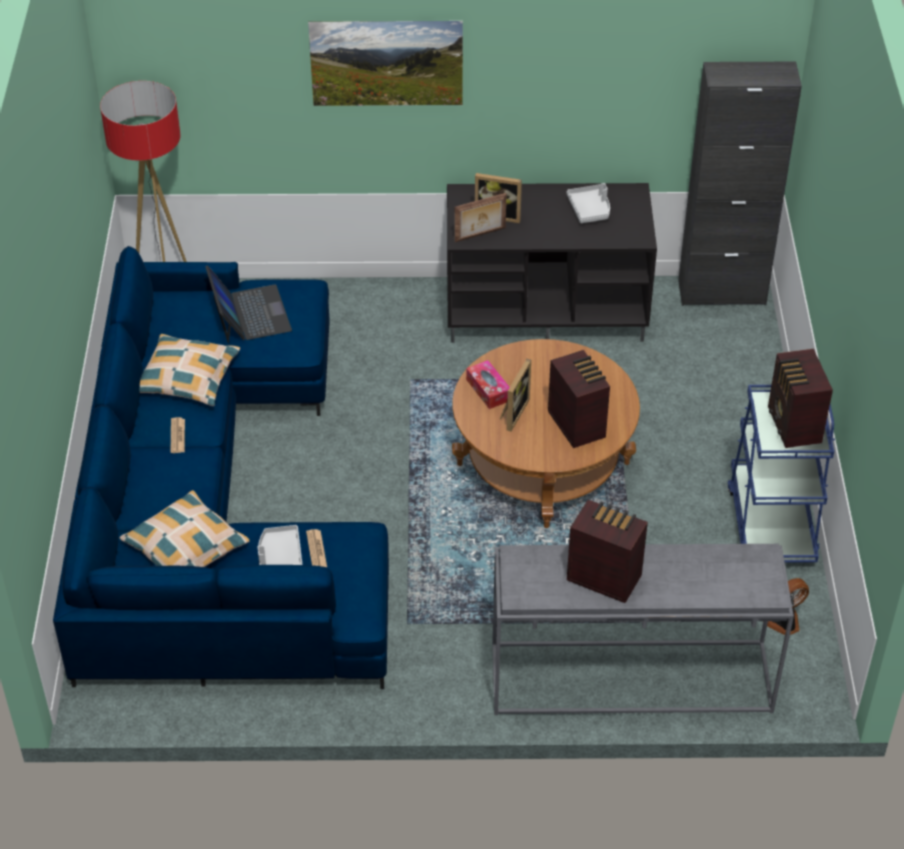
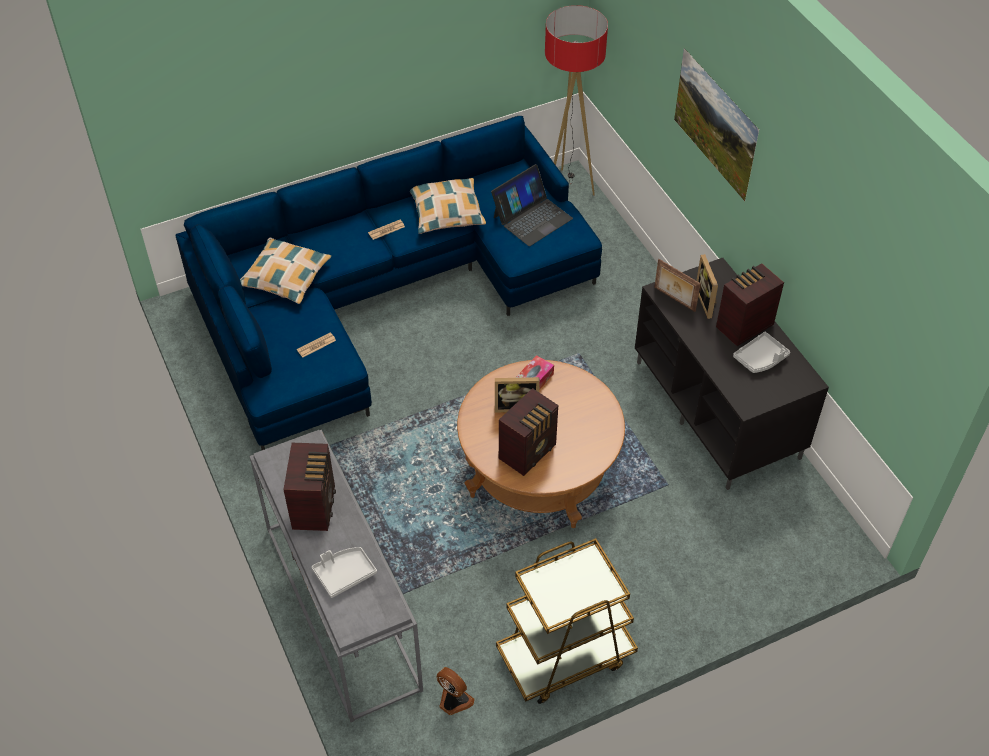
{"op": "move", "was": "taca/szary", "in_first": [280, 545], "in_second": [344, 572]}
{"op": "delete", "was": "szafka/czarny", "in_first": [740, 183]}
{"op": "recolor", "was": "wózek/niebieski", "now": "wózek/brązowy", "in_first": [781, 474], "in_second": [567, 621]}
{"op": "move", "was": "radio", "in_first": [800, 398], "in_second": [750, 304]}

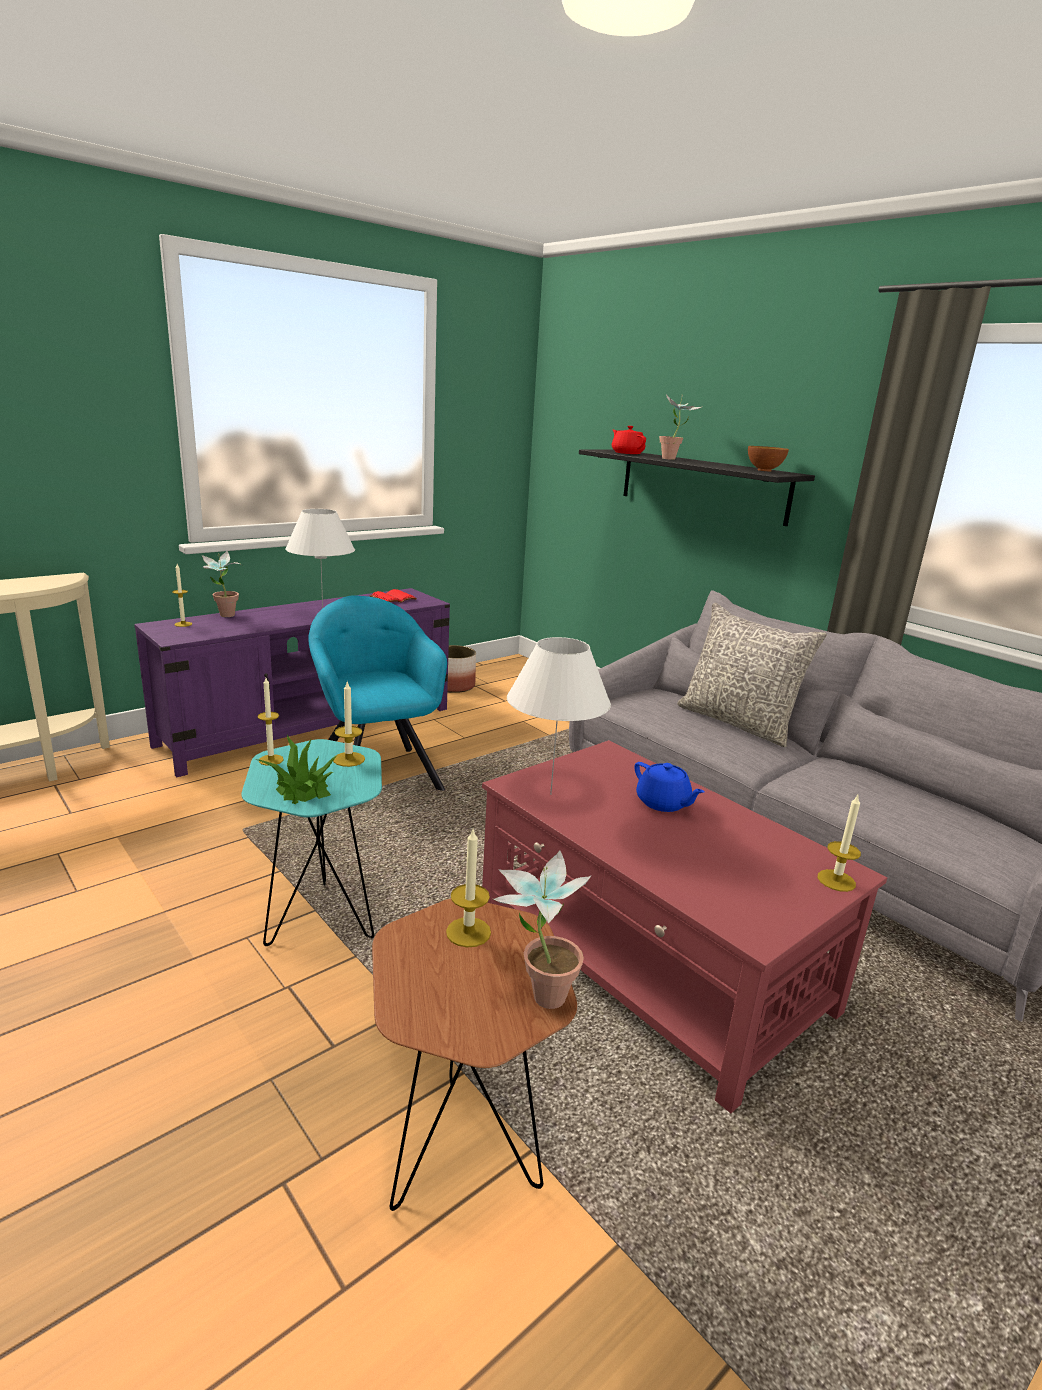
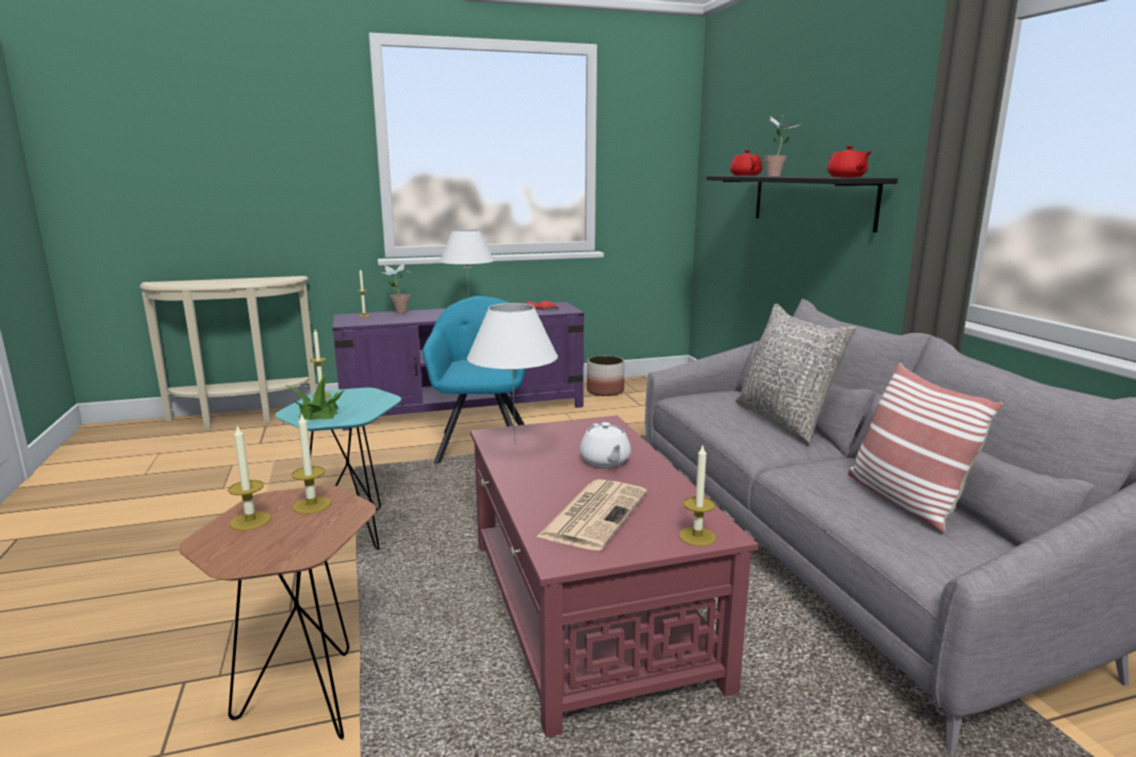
{"op": "move", "was": "świeca", "in_first": [349, 724], "in_second": [249, 477]}
{"op": "delete", "was": "roślina doniczkowa", "in_first": [542, 929]}
{"op": "recolor", "was": "imbryk/niebieski", "now": "imbryk/biały", "in_first": [669, 787], "in_second": [605, 444]}
{"op": "replace", "was": "miska", "now": "imbryk/czerwony", "in_first": [768, 458], "in_second": [849, 161]}
{"op": "insert", "now": "gazeta", "in_second": [591, 515]}
{"op": "insert", "now": "poduszka", "in_second": [925, 448]}

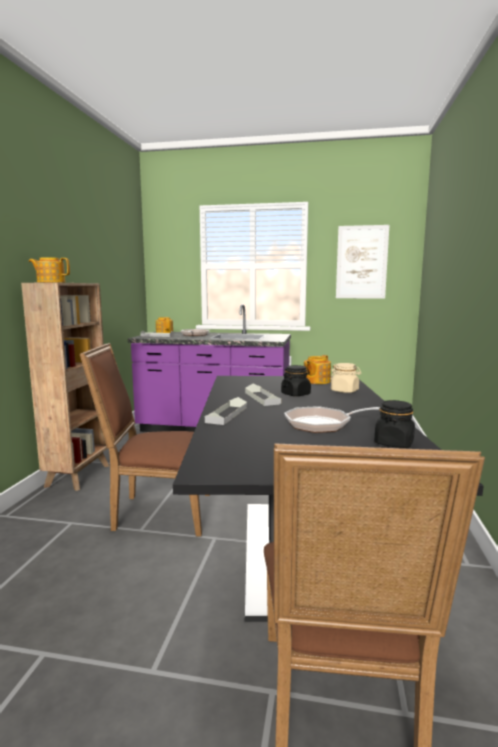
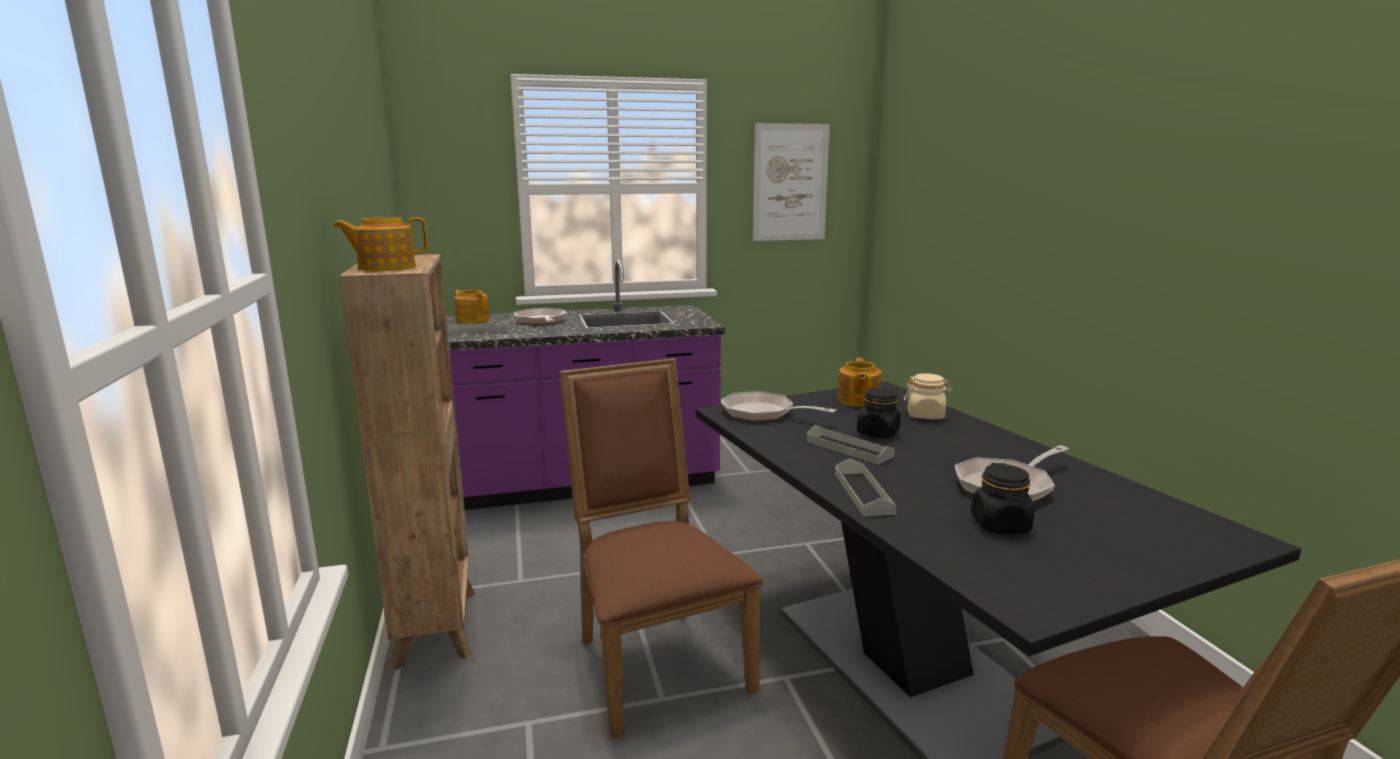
{"op": "rotate", "was": "krzesło/brązowy", "in_first": [145, 439], "in_second": [661, 548], "clockwise": 90}
{"op": "move", "was": "słoik/czarny", "in_first": [394, 424], "in_second": [1002, 498]}
{"op": "insert", "now": "patelnia", "in_second": [778, 406]}

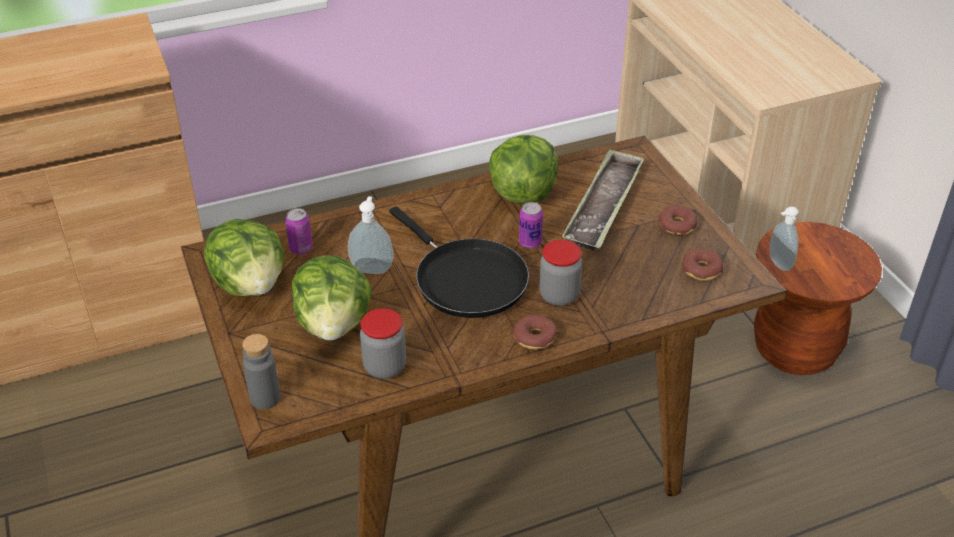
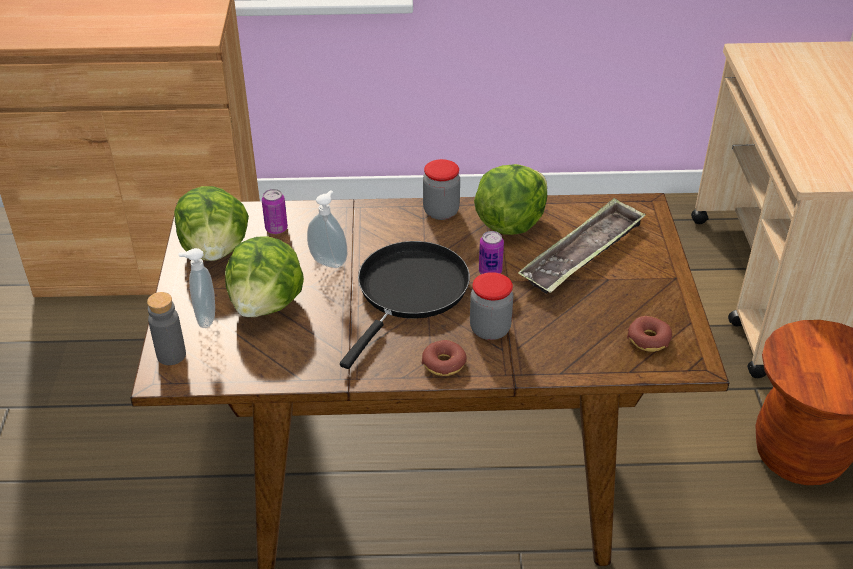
{"op": "move", "was": "słoik", "in_first": [383, 343], "in_second": [441, 189]}
{"op": "rotate", "was": "patelnia/czarny", "in_first": [459, 262], "in_second": [405, 305], "clockwise": -135}
{"op": "delete", "was": "donut", "in_first": [678, 221]}
{"op": "move", "was": "dozownik mydła", "in_first": [784, 239], "in_second": [196, 288]}

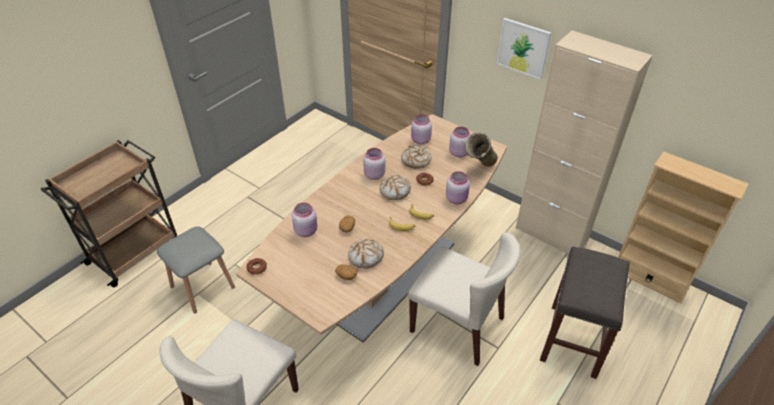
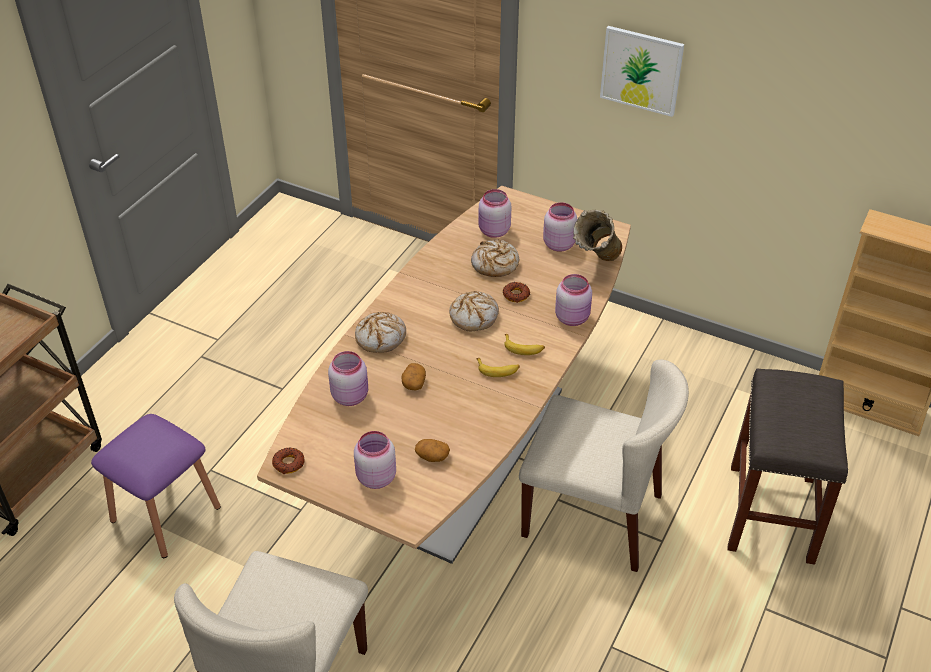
{"op": "recolor", "was": "stołek/szary", "now": "stołek/fioletowy", "in_first": [196, 270], "in_second": [156, 486]}
{"op": "move", "was": "chleb", "in_first": [366, 253], "in_second": [380, 332]}
{"op": "move", "was": "słoik/różowy", "in_first": [374, 164], "in_second": [375, 460]}
{"op": "delete", "was": "szafka/beżowy", "in_first": [584, 142]}

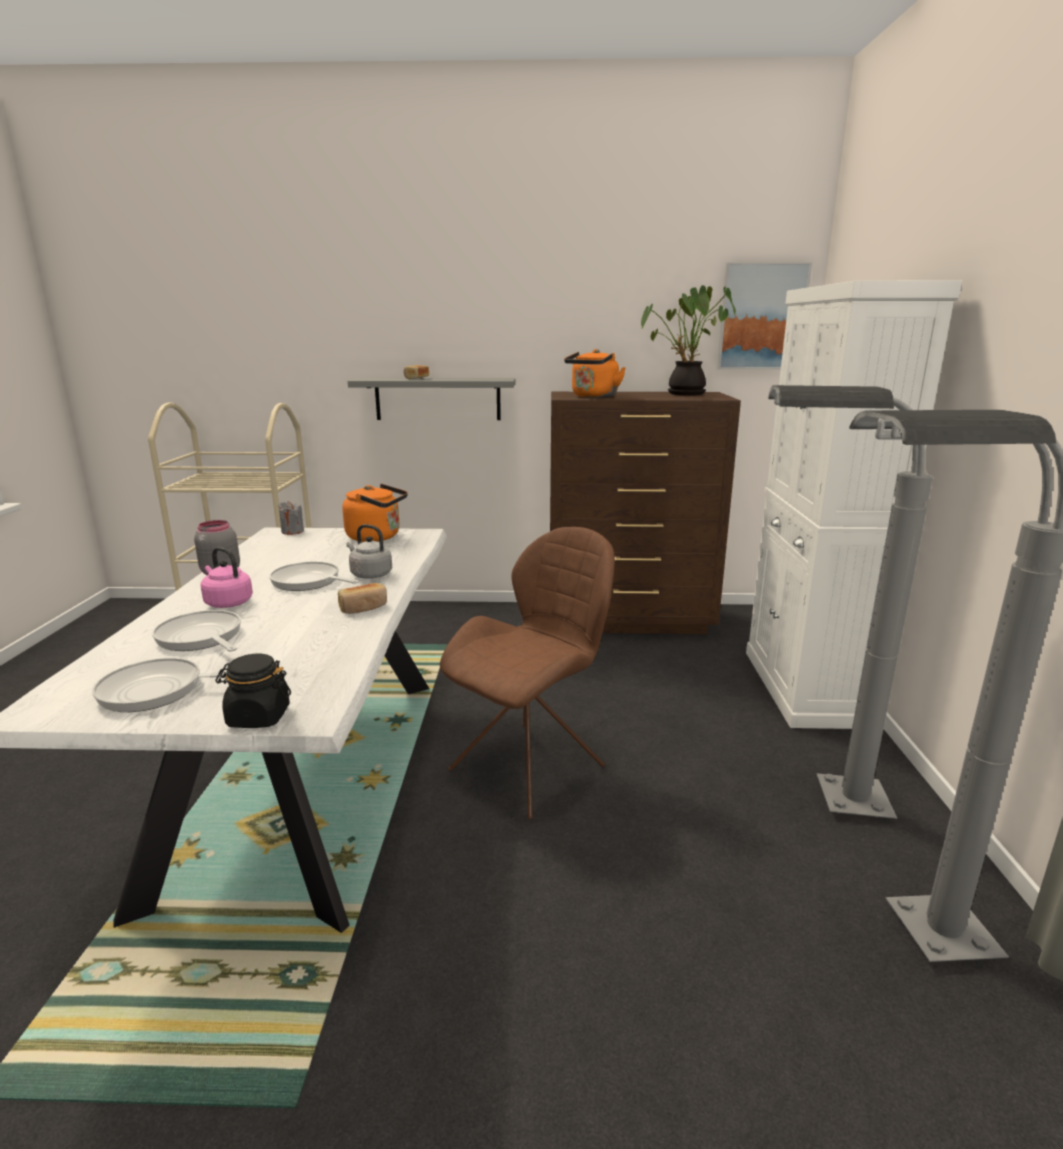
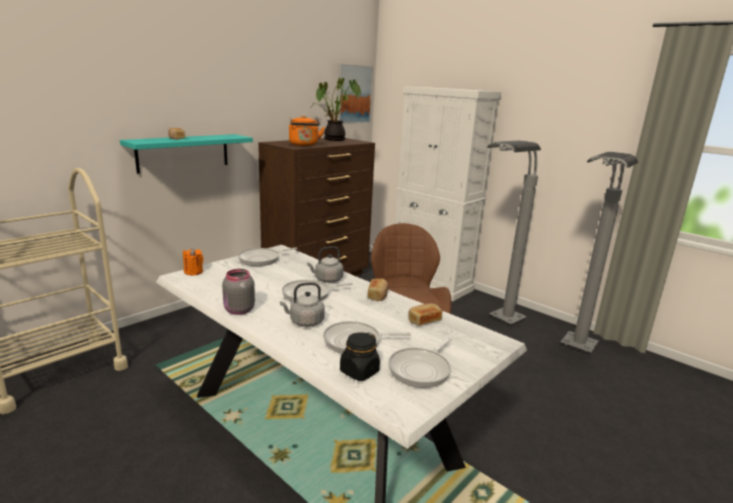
{"op": "recolor", "was": "czajnik/różowy", "now": "czajnik/szary", "in_first": [226, 577], "in_second": [302, 304]}
{"op": "move", "was": "słoik/czarny", "in_first": [253, 691], "in_second": [360, 356]}
{"op": "recolor", "was": "świeca/szary", "now": "świeca/pomarańczowy", "in_first": [291, 518], "in_second": [193, 261]}
{"op": "replace", "was": "czajnik/pomarańczowy", "now": "patelnia", "in_first": [375, 513], "in_second": [268, 256]}
{"op": "recolor", "was": "półka/szary", "now": "półka/turkusowy", "in_first": [432, 399], "in_second": [186, 154]}
{"op": "insert", "now": "chleb", "in_second": [425, 314]}

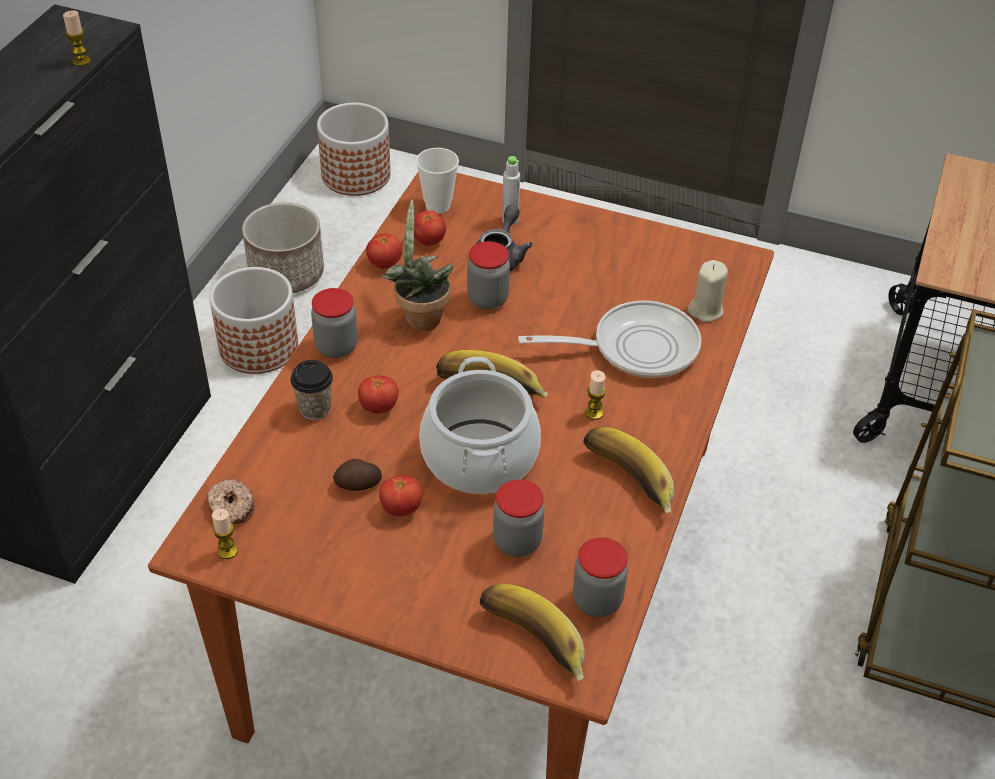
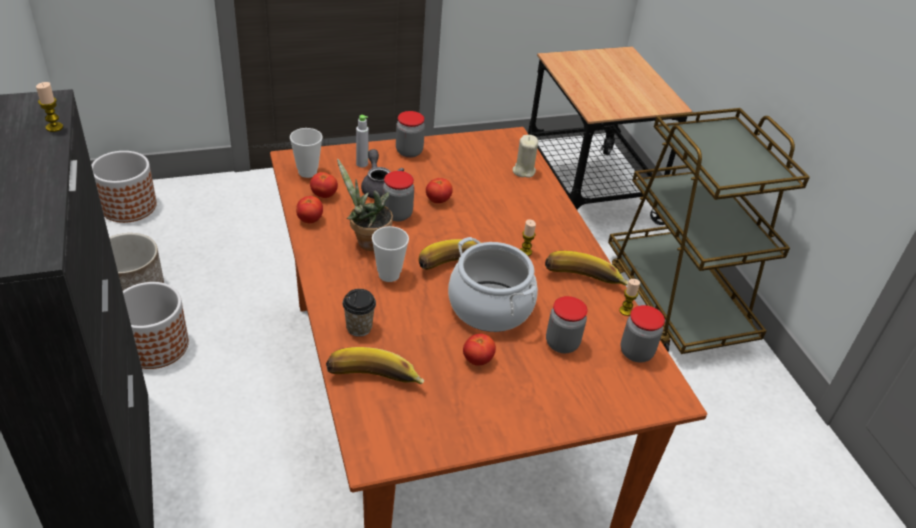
{"op": "delete", "was": "donut", "in_first": [230, 501]}
{"op": "move", "was": "świeca", "in_first": [225, 534], "in_second": [629, 297]}
{"op": "move", "was": "słoik", "in_first": [334, 323], "in_second": [410, 134]}
{"op": "delete", "was": "ziemniak", "in_first": [357, 475]}
{"op": "move", "was": "pomidor", "in_first": [378, 394], "in_second": [439, 190]}
{"op": "move", "was": "banan", "in_first": [532, 632], "in_second": [375, 365]}
{"op": "delete", "was": "patelnia", "in_first": [609, 339]}
{"op": "insert", "now": "filiżanka", "in_second": [390, 254]}

